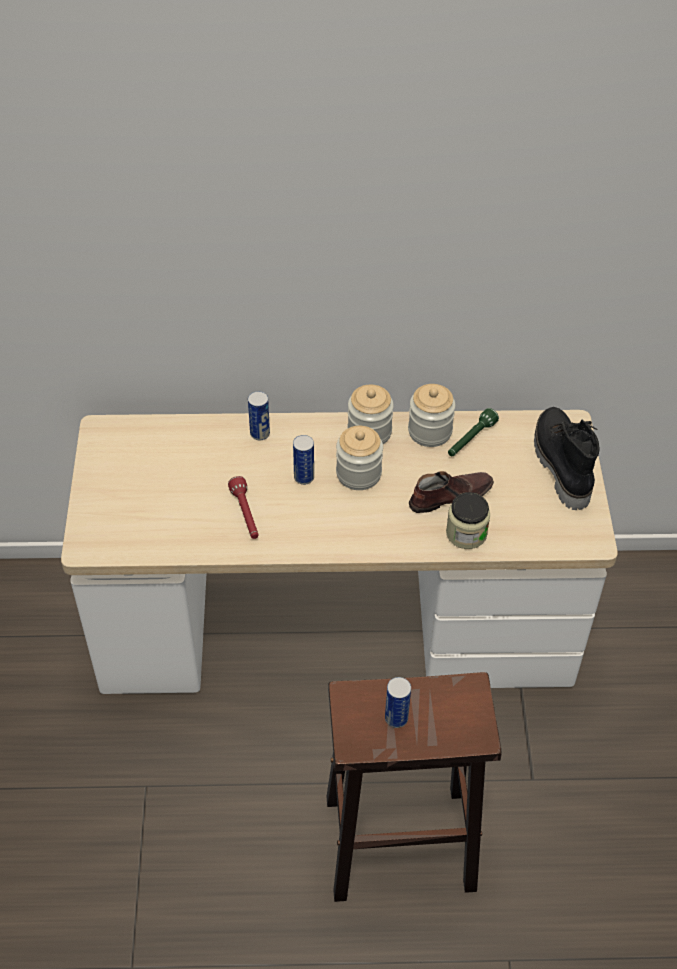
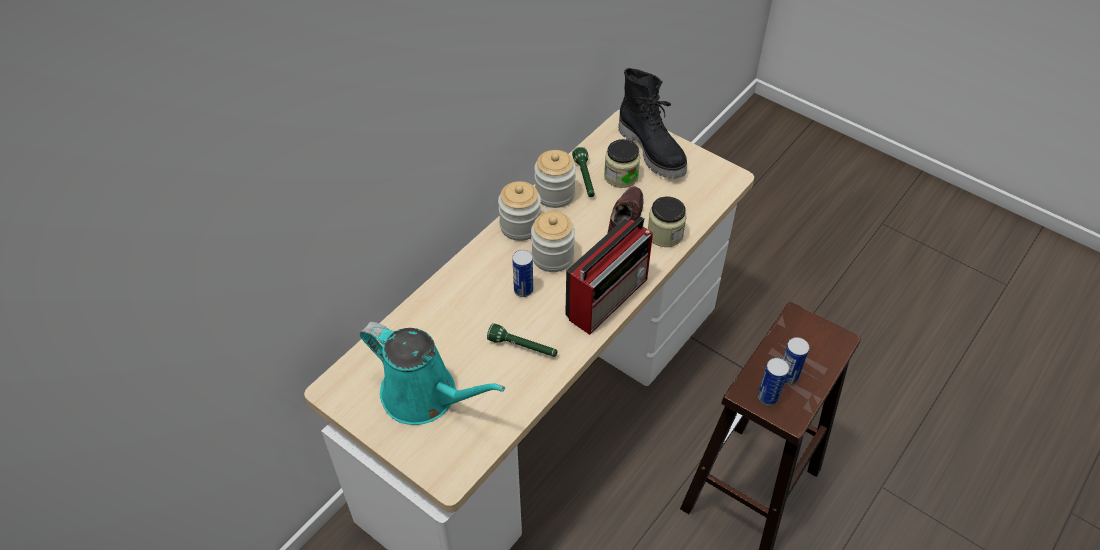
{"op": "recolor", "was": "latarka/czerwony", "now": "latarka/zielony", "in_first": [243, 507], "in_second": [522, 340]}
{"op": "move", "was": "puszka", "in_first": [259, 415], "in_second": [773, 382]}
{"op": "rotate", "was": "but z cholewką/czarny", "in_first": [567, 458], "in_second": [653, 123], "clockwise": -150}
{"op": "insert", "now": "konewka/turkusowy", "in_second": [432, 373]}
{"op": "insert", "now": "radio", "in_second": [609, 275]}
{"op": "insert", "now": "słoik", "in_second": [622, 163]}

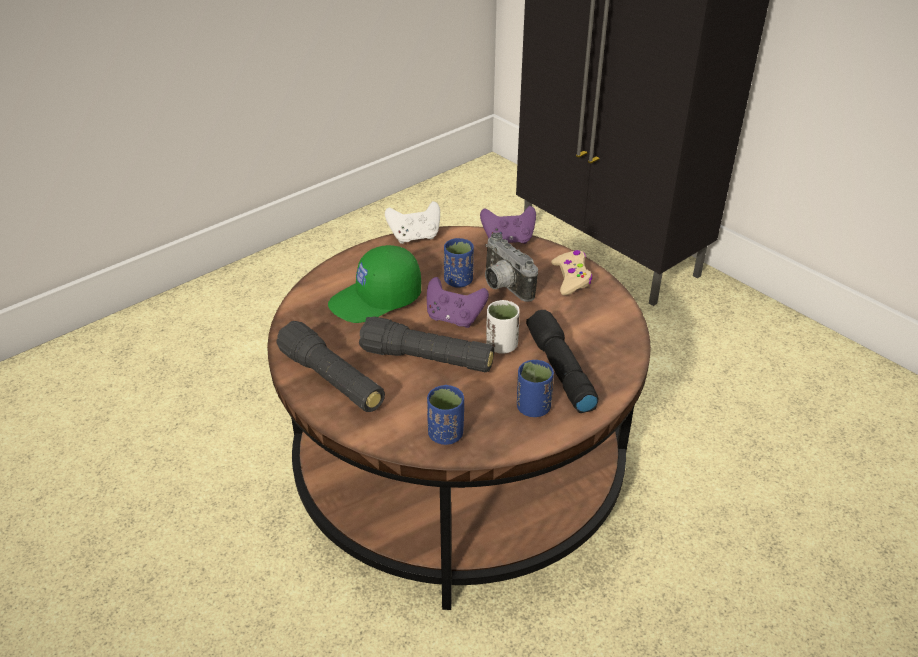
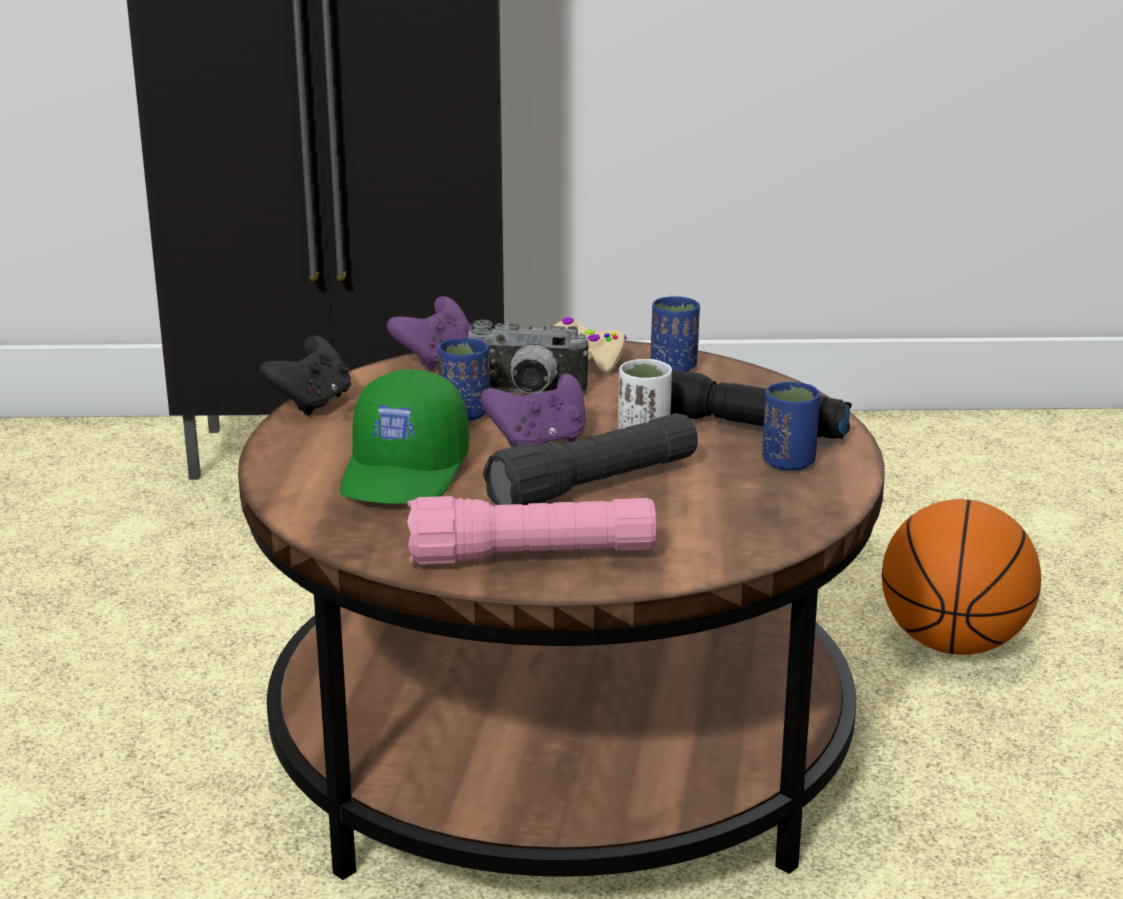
{"op": "recolor", "was": "latarka/czarny", "now": "latarka/różowy", "in_first": [330, 366], "in_second": [531, 530]}
{"op": "recolor", "was": "pad do gier/biały", "now": "pad do gier/czarny", "in_first": [412, 222], "in_second": [305, 375]}
{"op": "move", "was": "filiżanka/niebieski", "in_first": [445, 415], "in_second": [675, 333]}
{"op": "insert", "now": "piłka do koszykówki", "in_second": [961, 577]}

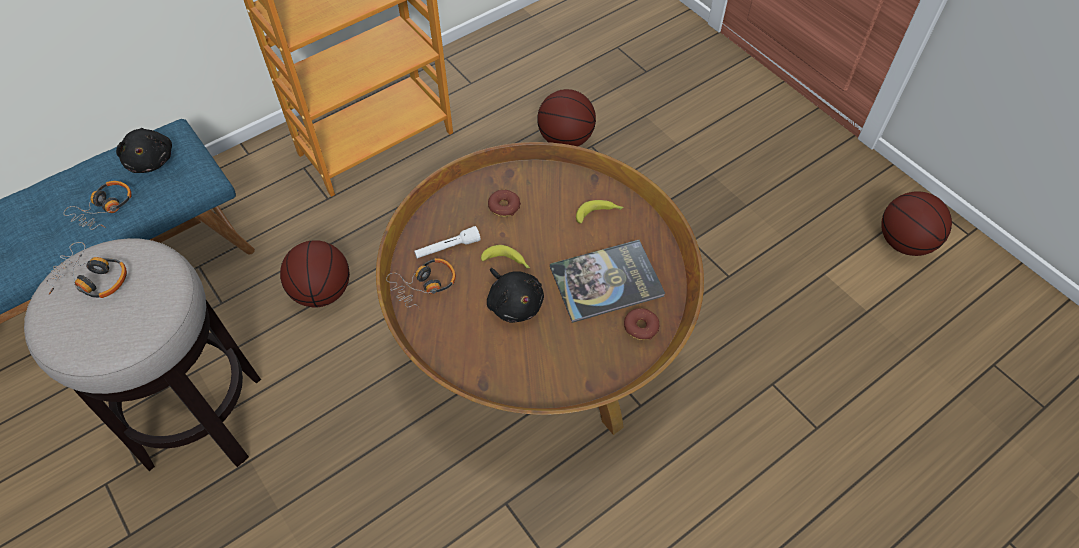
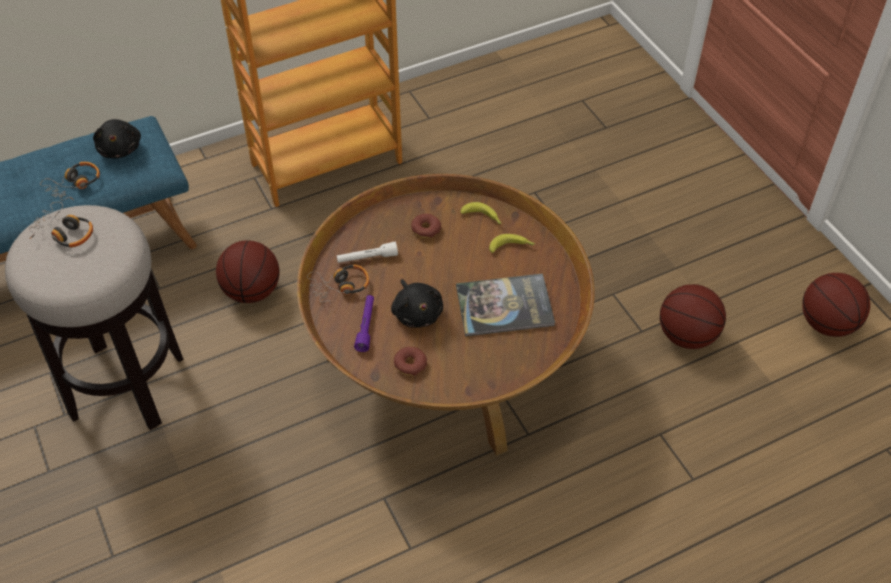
{"op": "move", "was": "banan", "in_first": [505, 257], "in_second": [481, 213]}
{"op": "move", "was": "piłka do koszykówki", "in_first": [566, 117], "in_second": [693, 316]}
{"op": "move", "was": "donut", "in_first": [642, 324], "in_second": [410, 361]}
{"op": "insert", "now": "latarka/fioletowy", "in_second": [364, 323]}

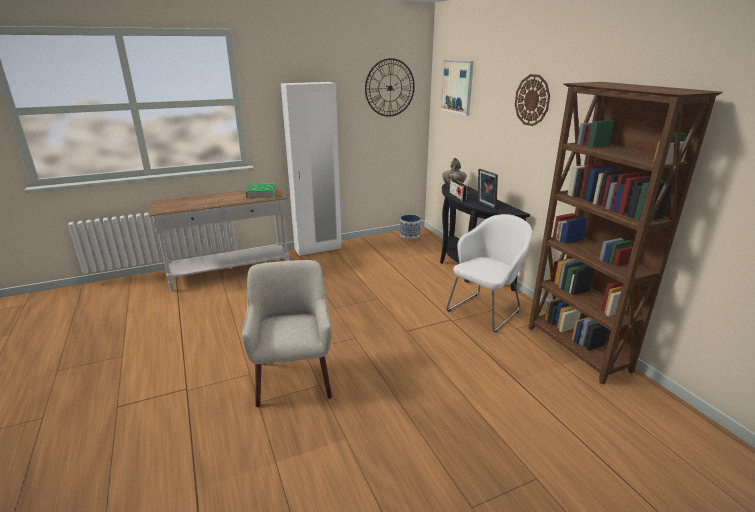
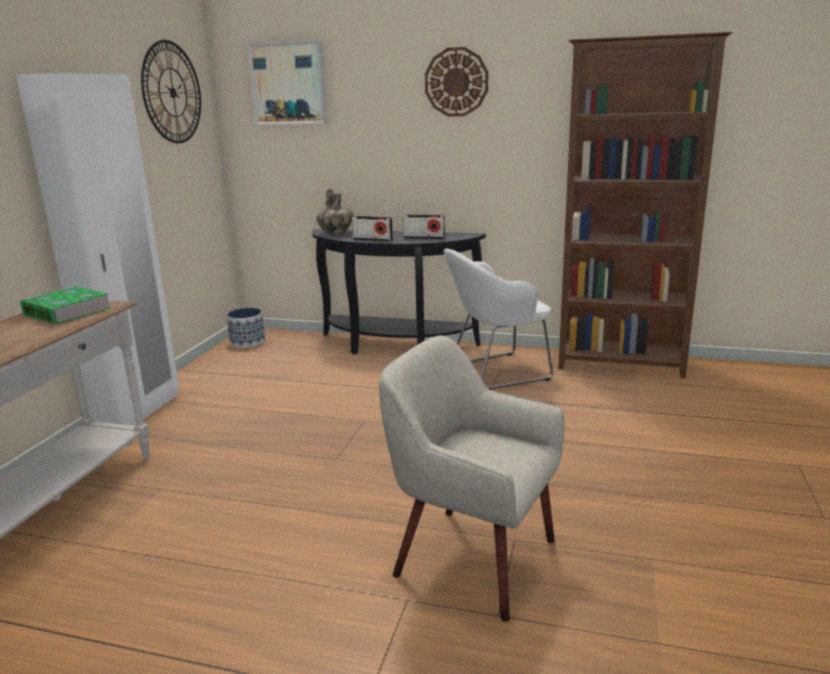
{"op": "rotate", "was": "fotel/biały", "in_first": [489, 273], "in_second": [498, 319], "clockwise": -105}
{"op": "replace", "was": "ramka na zdjęcie", "now": "radio", "in_first": [488, 189], "in_second": [424, 226]}

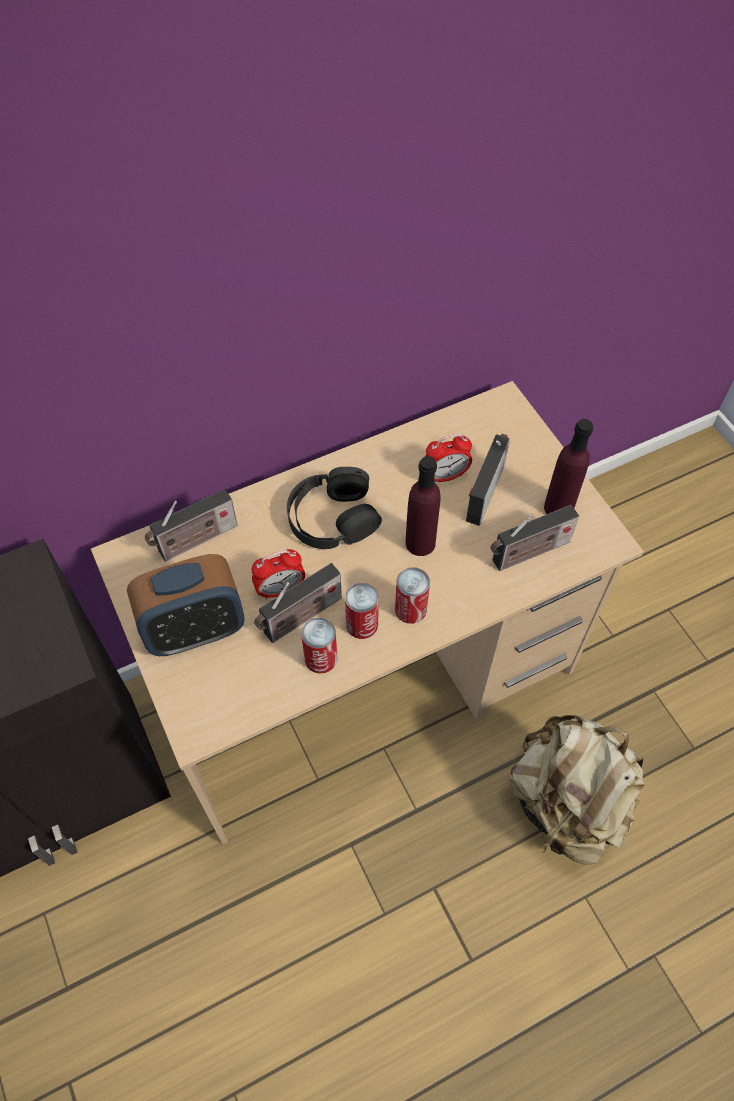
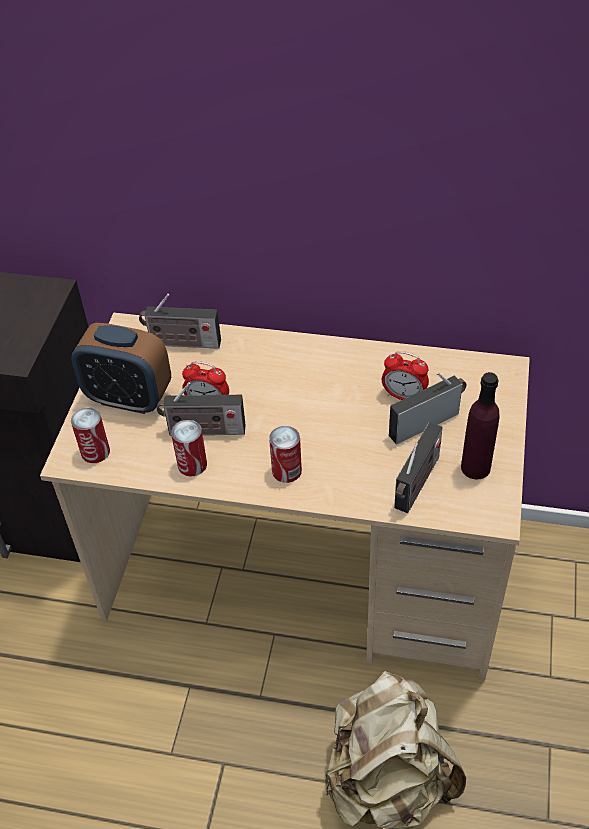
{"op": "delete", "was": "słuchawki/czarny", "in_first": [334, 508]}
{"op": "move", "was": "puszka", "in_first": [362, 611], "in_second": [90, 435]}
{"op": "delete", "was": "butelka/fioletowy", "in_first": [423, 506]}
{"op": "rotate", "was": "radio", "in_first": [534, 538], "in_second": [418, 467], "clockwise": -75}

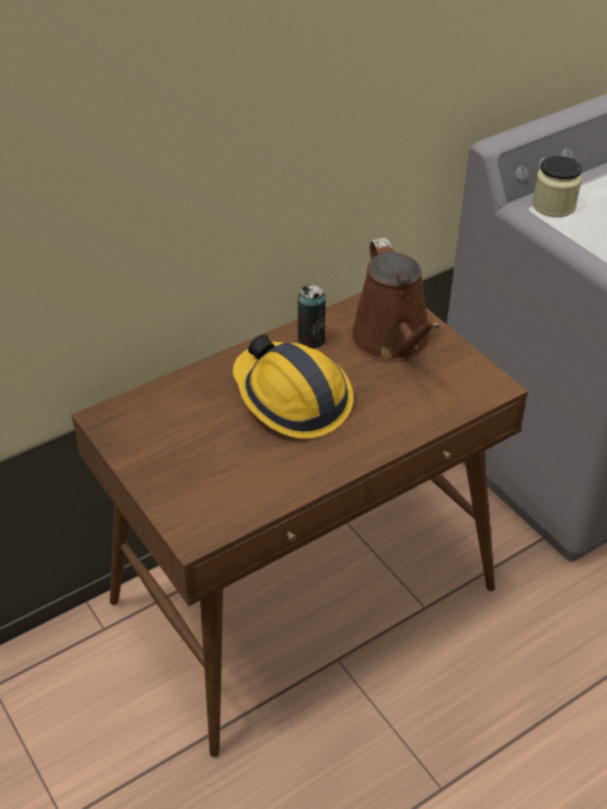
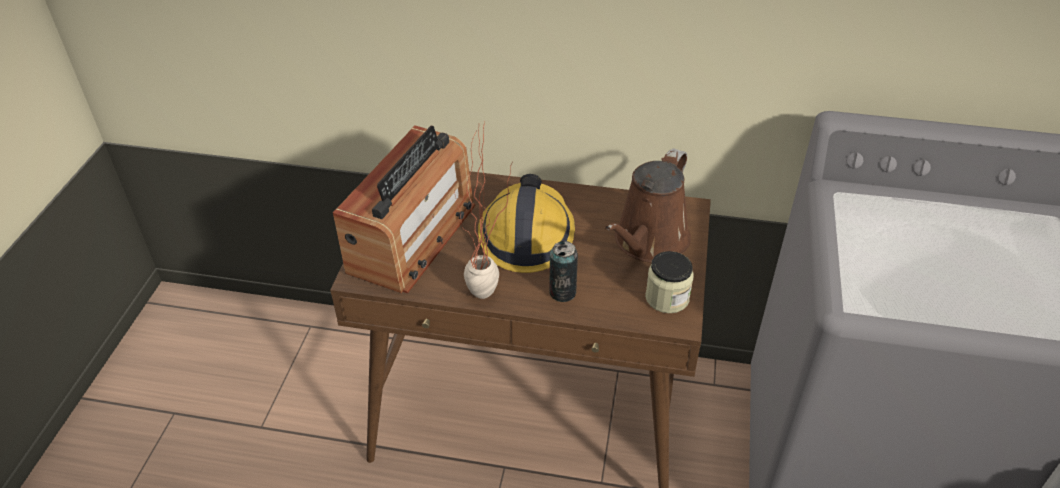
{"op": "move", "was": "puszka", "in_first": [311, 316], "in_second": [563, 271]}
{"op": "move", "was": "słoik", "in_first": [557, 186], "in_second": [669, 282]}
{"op": "insert", "now": "radio", "in_second": [404, 209]}
{"op": "insert", "now": "roślina doniczkowa", "in_second": [483, 210]}

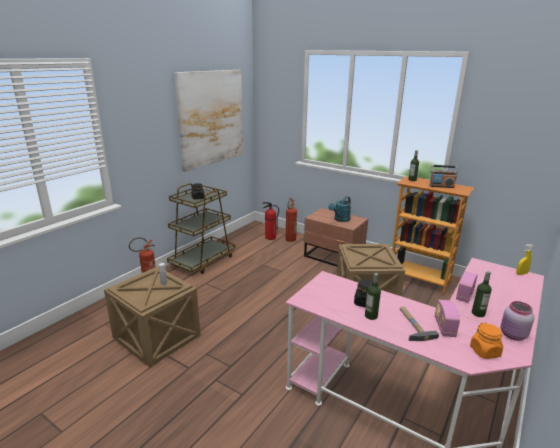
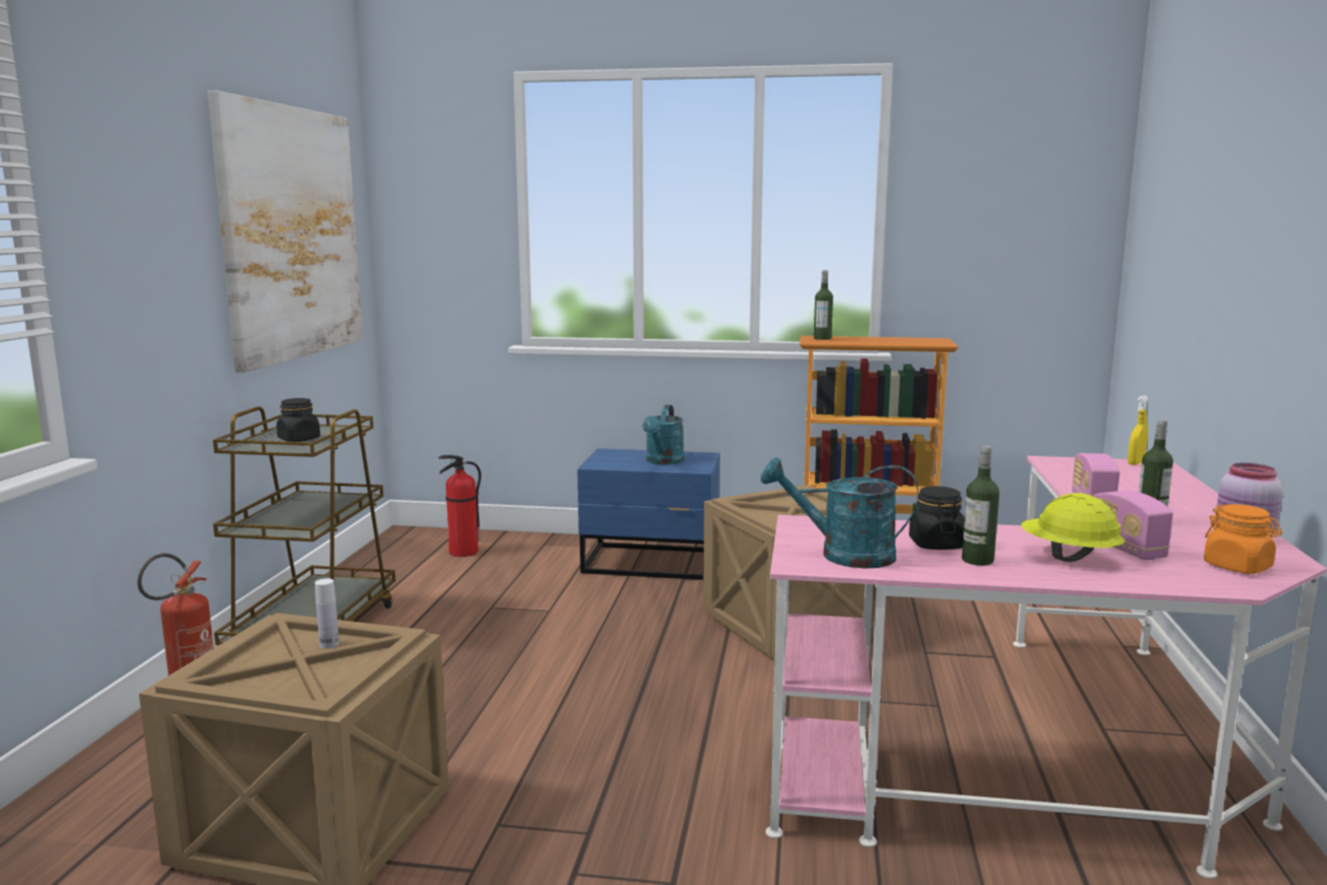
{"op": "delete", "was": "gaśnica", "in_first": [291, 220]}
{"op": "recolor", "was": "szafka nocna/brązowy", "now": "szafka nocna/niebieski", "in_first": [336, 237], "in_second": [648, 514]}
{"op": "replace", "was": "młotek", "now": "kask/żółty", "in_first": [419, 324], "in_second": [1072, 527]}
{"op": "delete", "was": "radio", "in_first": [443, 176]}
{"op": "insert", "now": "konewka/turkusowy", "in_second": [839, 513]}

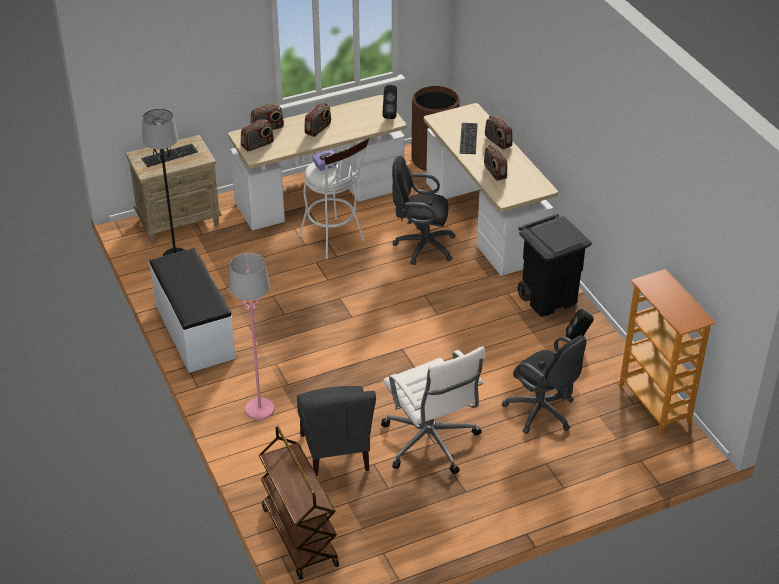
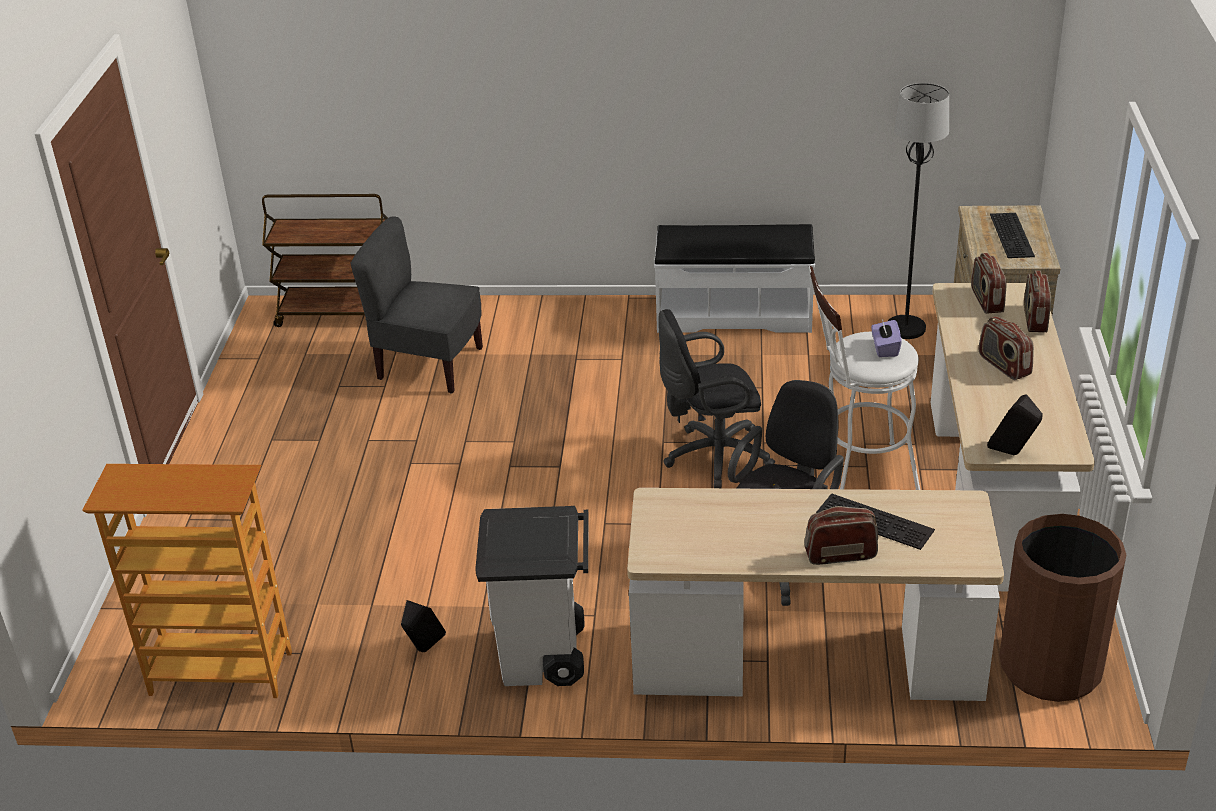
{"op": "delete", "was": "lampa stojąca/różowy", "in_first": [251, 336]}
{"op": "delete", "was": "krzesło biurowe/biały", "in_first": [433, 410]}
{"op": "delete", "was": "radio", "in_first": [495, 162]}
{"op": "move", "was": "krzesło biurowe/czarny", "in_first": [544, 384], "in_second": [716, 398]}
{"op": "recolor", "was": "kosz na śmieci/czarny", "now": "kosz na śmieci/biały", "in_first": [554, 265], "in_second": [532, 596]}

